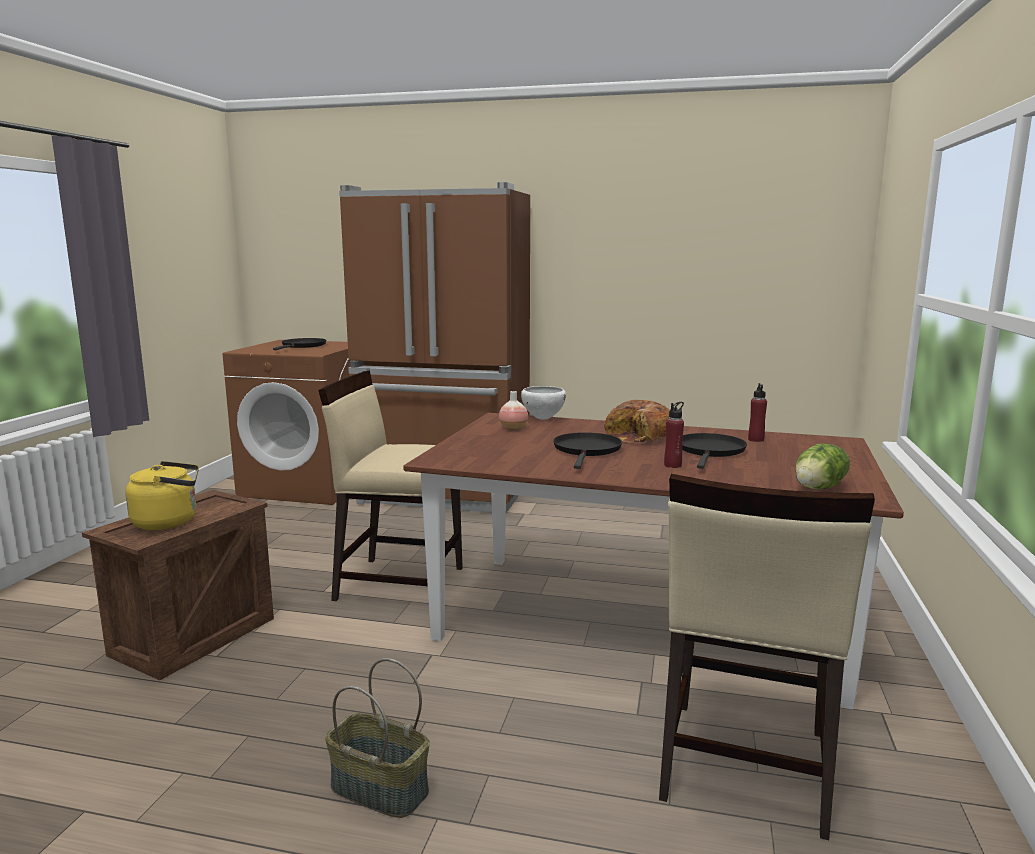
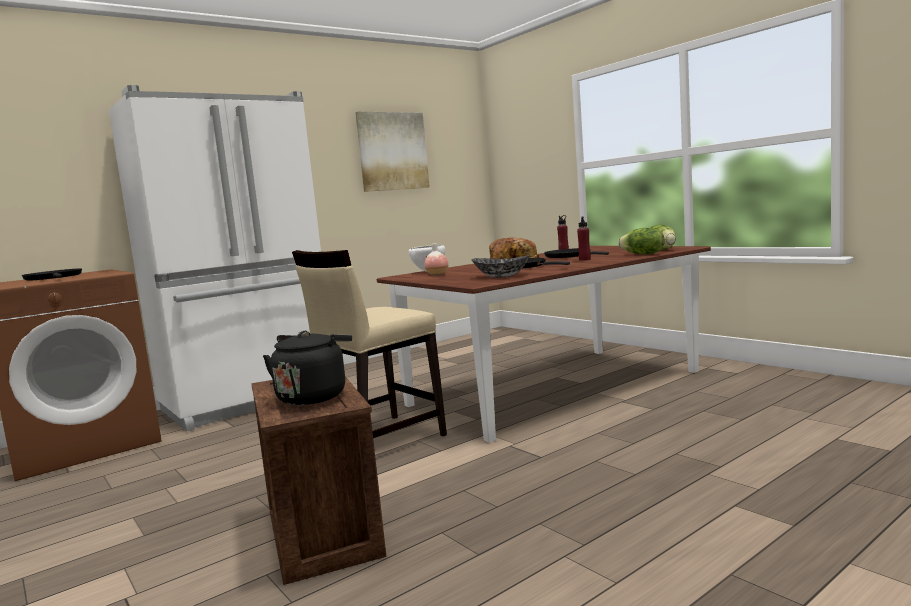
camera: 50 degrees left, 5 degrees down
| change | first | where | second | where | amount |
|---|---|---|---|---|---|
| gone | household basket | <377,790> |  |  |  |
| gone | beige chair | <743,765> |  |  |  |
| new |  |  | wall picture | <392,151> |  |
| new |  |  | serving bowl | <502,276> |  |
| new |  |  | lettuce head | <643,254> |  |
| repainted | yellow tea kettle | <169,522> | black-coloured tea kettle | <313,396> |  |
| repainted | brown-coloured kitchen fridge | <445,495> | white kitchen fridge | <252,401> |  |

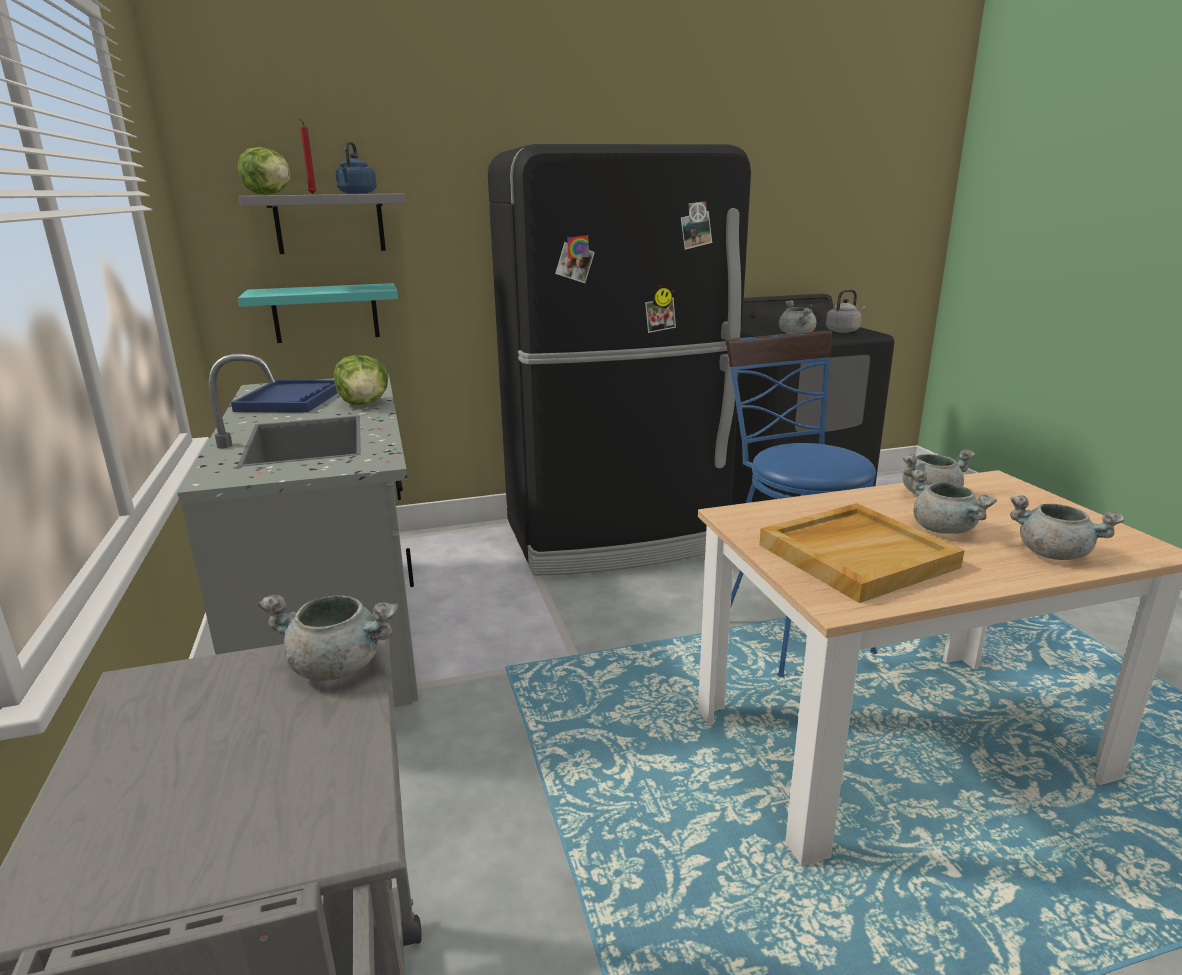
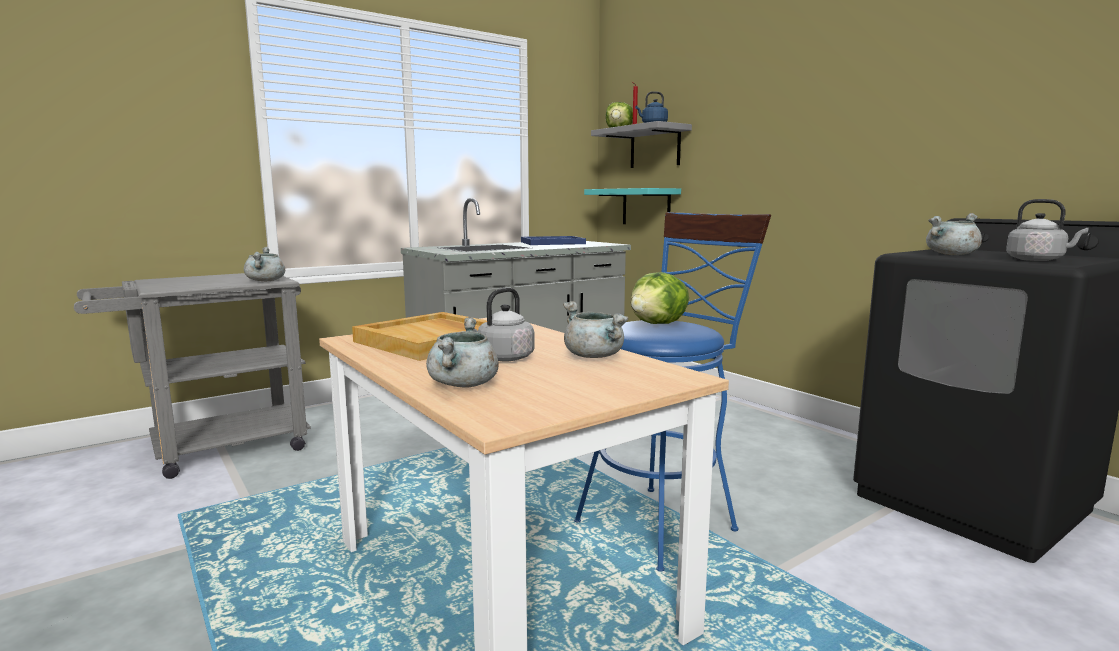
camera: 70 degrees right, 10 degrees down
| change | first | where | second | where | amount |
|---|---|---|---|---|---|
| gone | black-coloured kitchen fridge | <617,536> |  |  |  |
| shifted | lettuce head | <364,404> |  | <658,324> |  |
| swapped | gray stockpot | <945,530> | gray tea kettle | <503,358> |  |

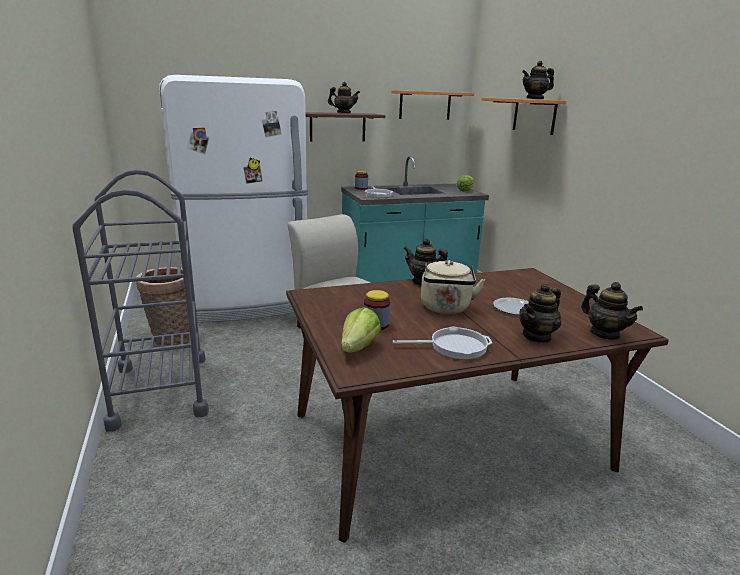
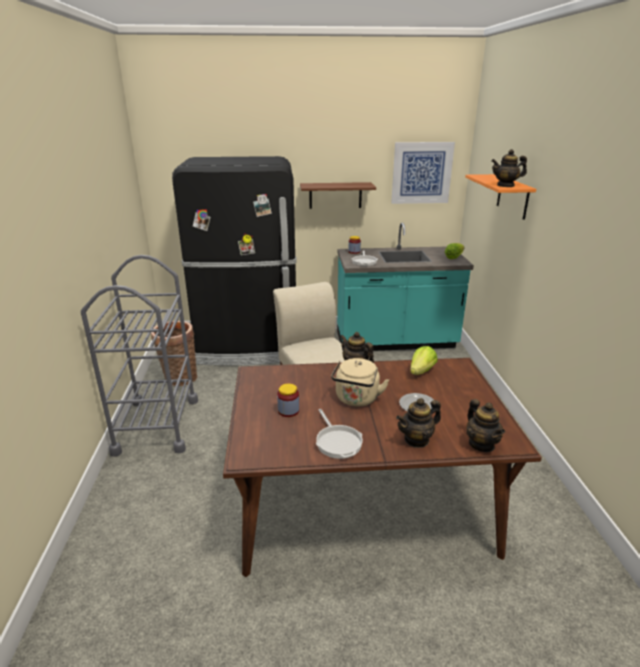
camera: 15 degrees right, 5 degrees up
| change | first | where | second | where | amount |
|---|---|---|---|---|---|
| gone | teapot | <343,113> |  |  |  |
| shifted | lettuce head | <358,347> |  | <421,371> |  |
| swapped | orange-coloured bracket shelf | <425,105> | wall picture | <421,173> |  |
| repainted | white kitchen fridge | <246,302> | black-coloured kitchen fridge | <248,348> |  |
| rotated | frying pan | <453,347> |  | <338,442> | 60 degrees clockwise |

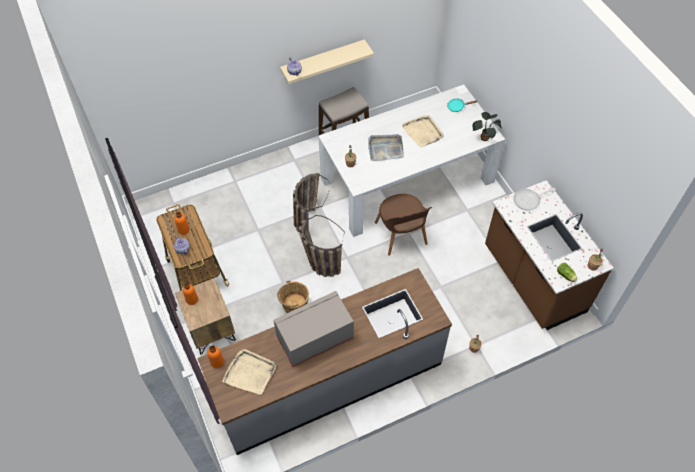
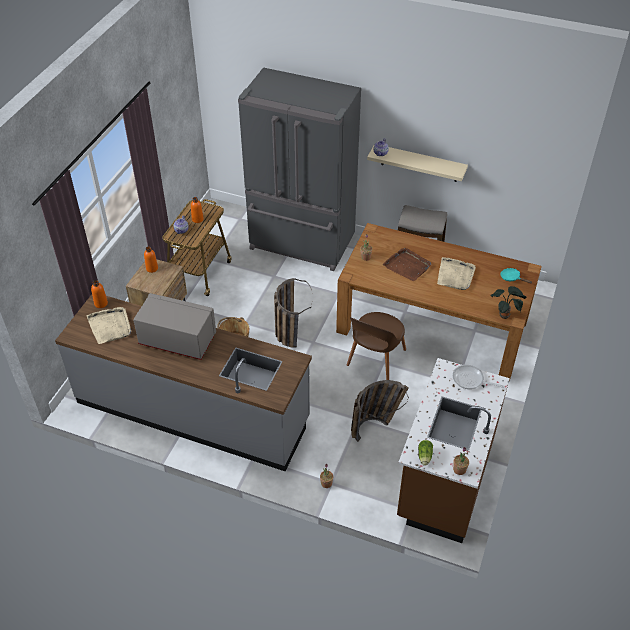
camera: 45 degrees right, 10 degrees down
| change | first | where | second | where | amount |
|---|---|---|---|---|---|
| new |  |  | gray kitchen fridge | <301,243> |  |
| shifted | household basket | <308,216> |  | <376,425> |  |
| repainted | white dining table | <407,180> | brown-coloured dining table | <432,325> |  |
| repainted | gray carrying tray | <385,148> | brown-coloured carrying tray | <407,266> |  |

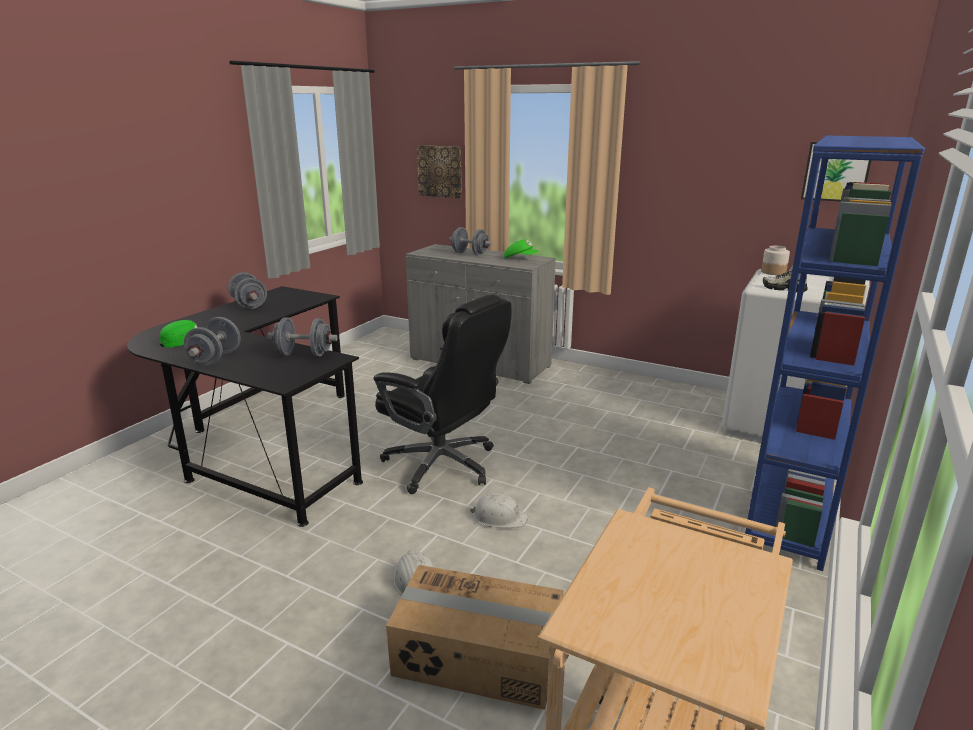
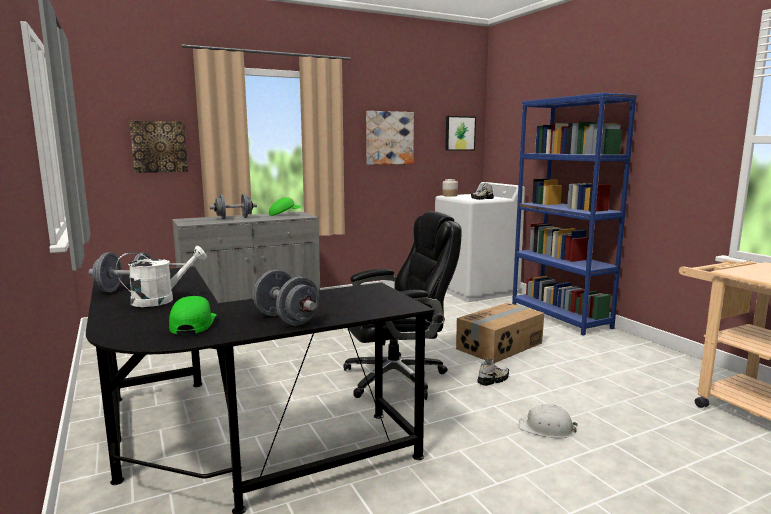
camera: 55 degrees left, 10 degrees down
| change | first | where | second | where | amount |
|---|---|---|---|---|---|
| gone | gray free weight | <304,354> |  |  |  |
| new |  |  | white sprinkling can | <161,300> |  |
| new |  |  | wall picture | <389,138> |  |
| shifted | packing box | <478,657> |  | <500,346> |  |
| swapped | white safety helmet | <499,517> | item of footwear | <493,380> |  |

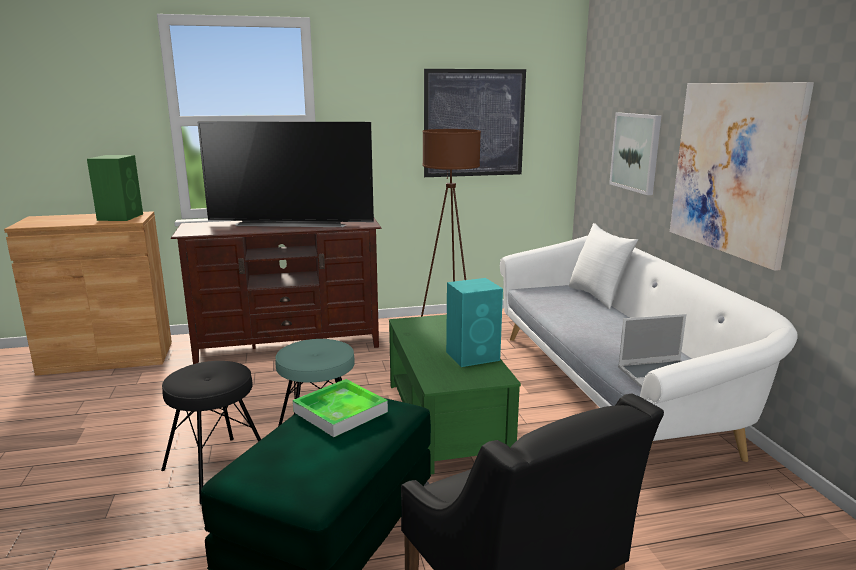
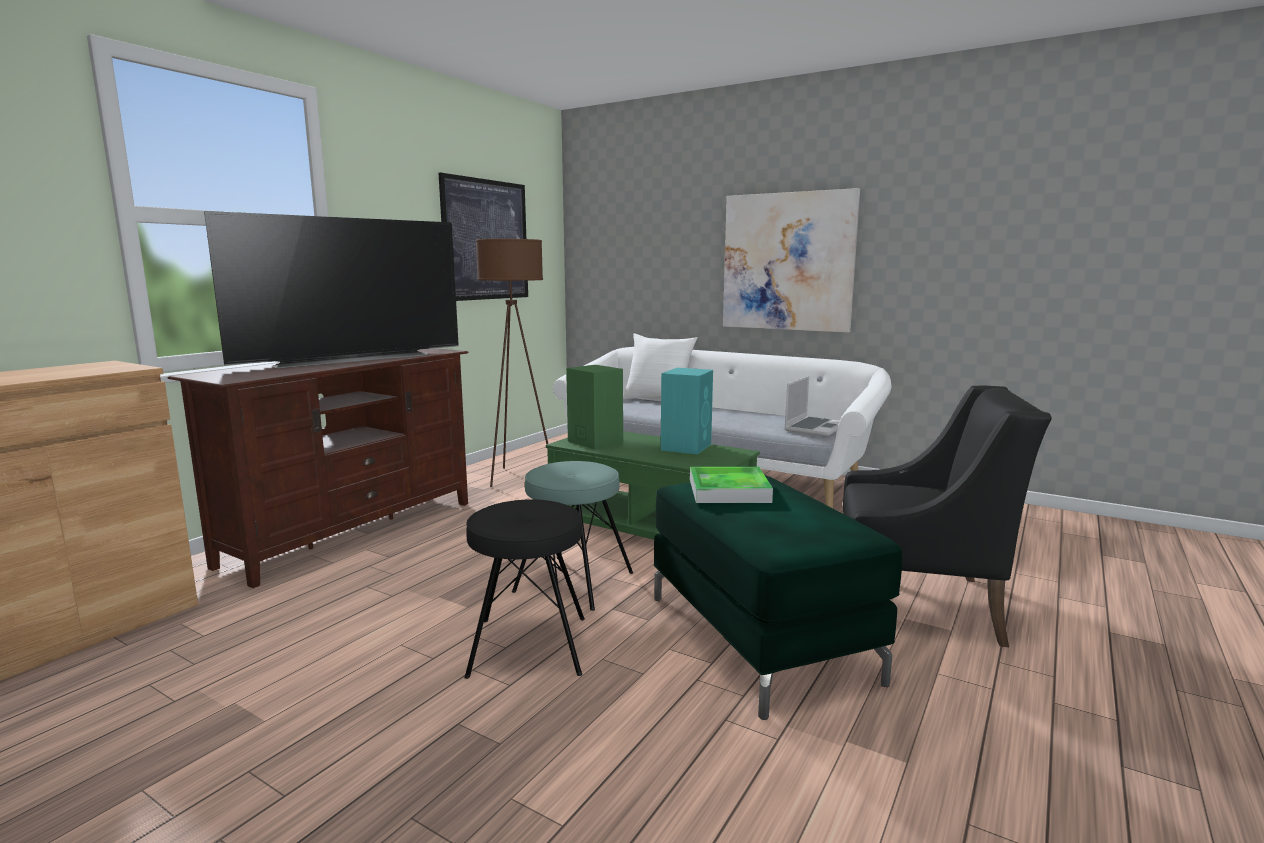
camera: 45 degrees left, 5 degrees down
| change | first | where | second | where | amount |
|---|---|---|---|---|---|
| gone | wall picture | <636,152> |  |  |  |
| shifted | green loudspeaker | <121,217> |  | <594,441> |  |

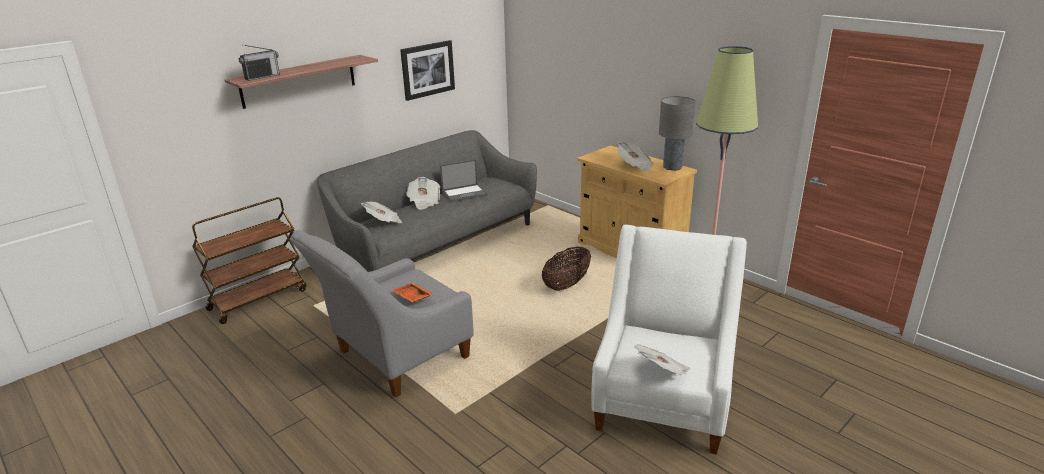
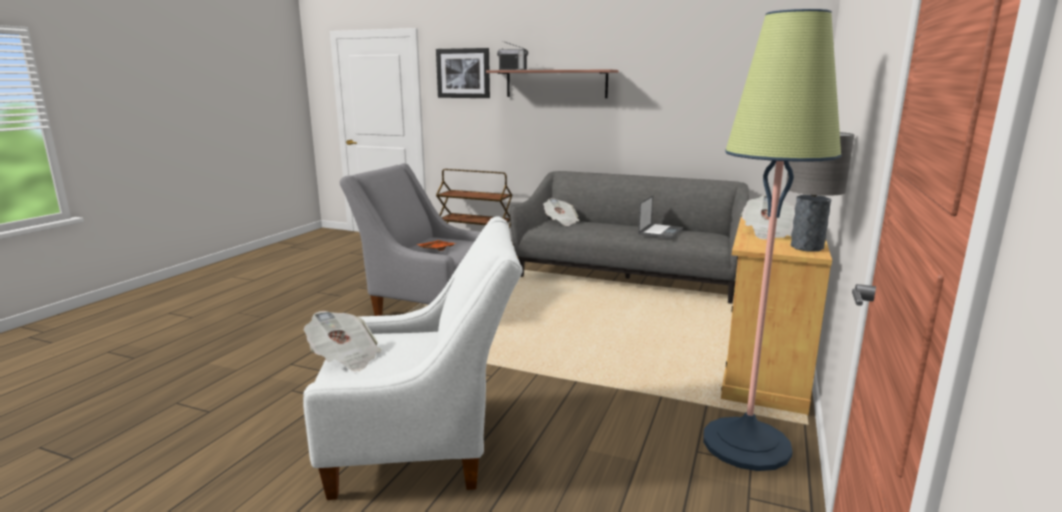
camera: 65 degrees right, 10 degrees down
| change | first | where | second | where | amount |
|---|---|---|---|---|---|
| gone | newspaper | <424,202> |  |  |  |
| gone | household basket | <566,284> |  |  |  |
| shifted | wall picture | <427,69> |  | <463,73> |  |
| rotated | portable computer | <465,193> |  | <660,231> | 105 degrees counterclockwise |

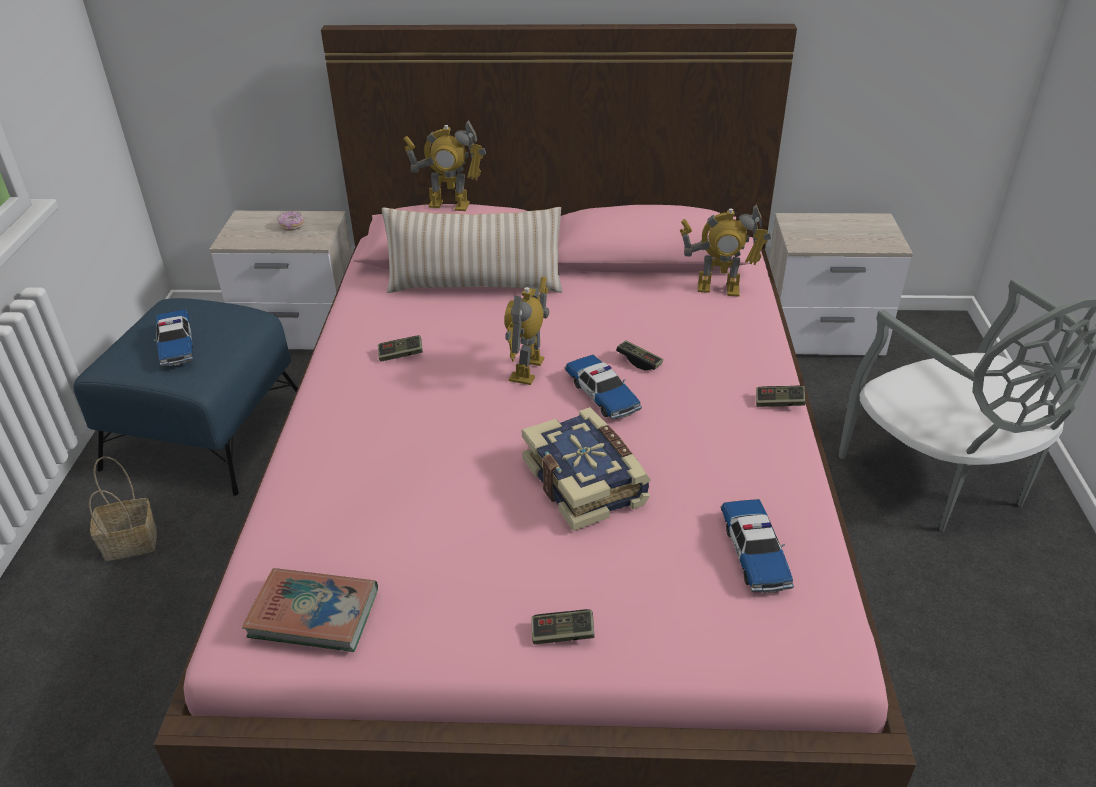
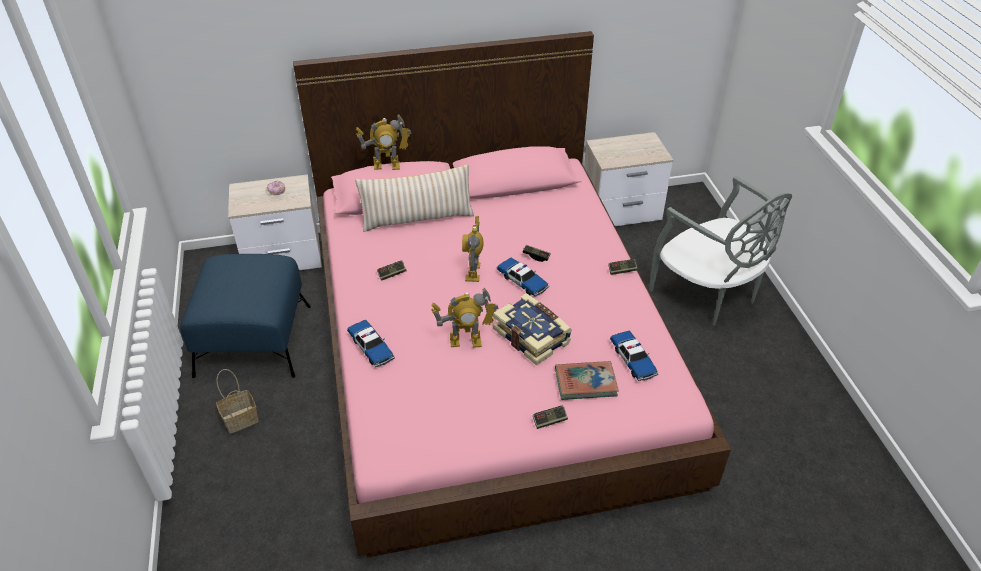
camera: 15 degrees left, 5 degrees up
| change | first | where | second | where | amount |
|---|---|---|---|---|---|
| shifted | toy car | <176,345> |  | <371,347> |  |
| shifted | bound book | <314,614> |  | <585,383> |  |
| shifted | robot figure | <718,289> |  | <465,342> |  |

